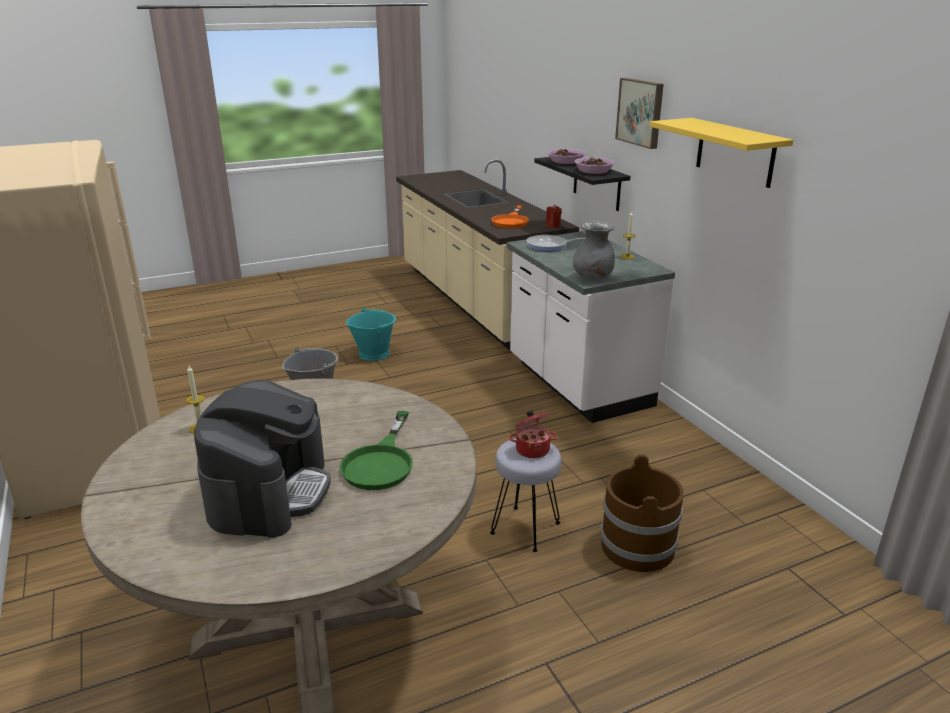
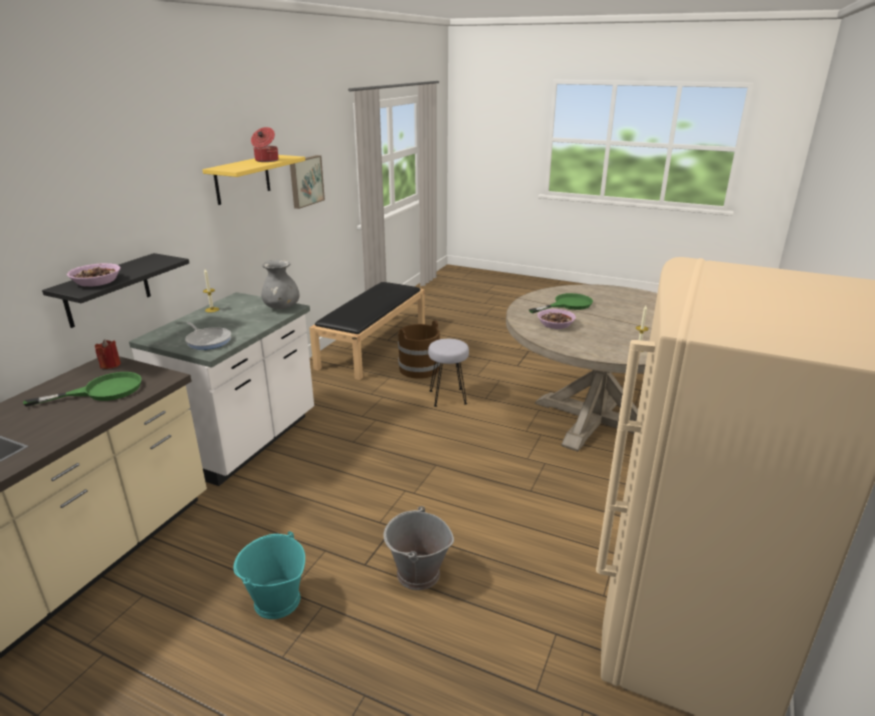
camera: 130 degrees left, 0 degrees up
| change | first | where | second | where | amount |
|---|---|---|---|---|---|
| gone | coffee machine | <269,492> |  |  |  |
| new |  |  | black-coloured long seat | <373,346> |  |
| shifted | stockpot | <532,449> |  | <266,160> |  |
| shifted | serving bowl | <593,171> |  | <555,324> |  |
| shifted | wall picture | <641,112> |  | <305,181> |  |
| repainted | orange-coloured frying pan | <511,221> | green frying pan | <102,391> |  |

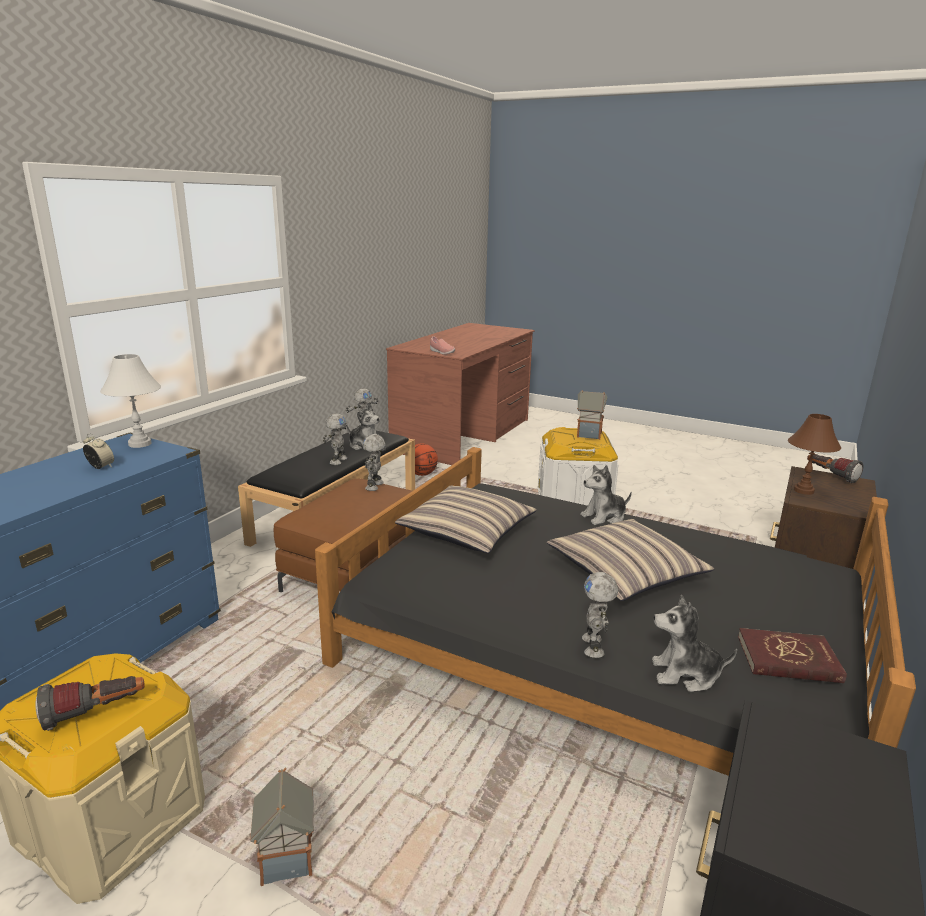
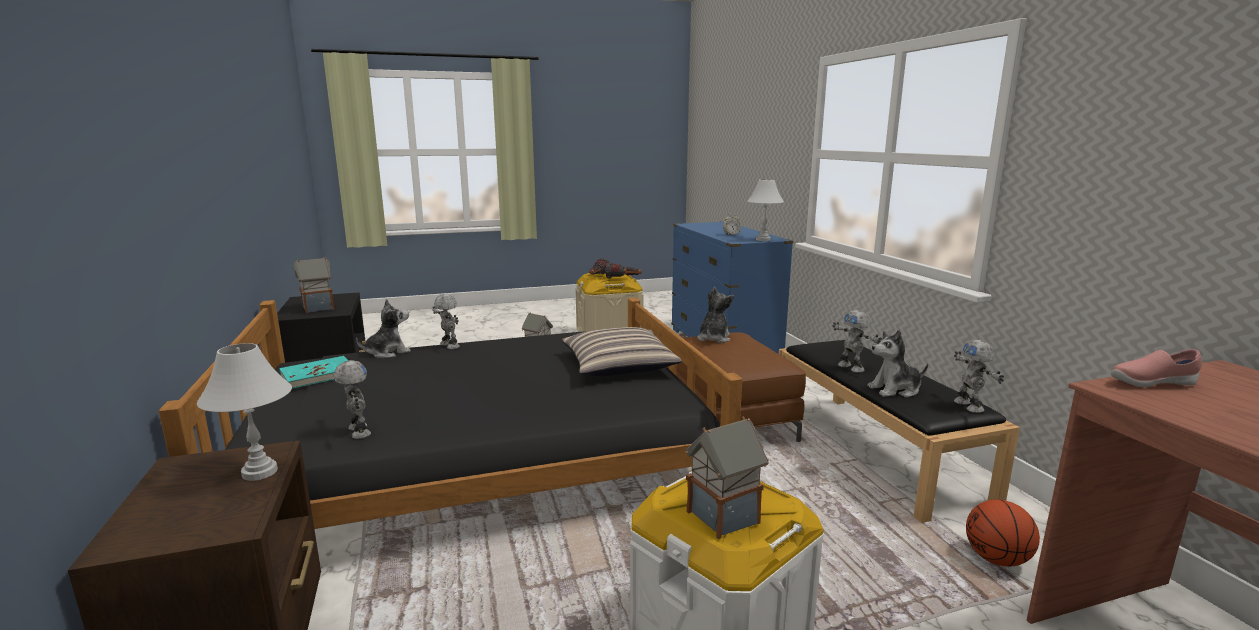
camera: 135 degrees right, 5 degrees down
| change | first | where | second | where | amount |
|---|---|---|---|---|---|
| gone | cushion | <625,572> |  |  |  |
| new |  |  | toy house | <317,308> |  |
| shifted | robot figure | <375,486> |  | <357,432> |  |
| shifted | plush toy | <604,517> |  | <713,338> |  |
| shifted | hand torch | <830,475> |  | <623,279> |  |
| repainted | red-coloured bound book | <788,659> | turquoise-coloured bound book | <318,375> |  |
| repainted | brown-coloured lamp for a table | <803,490> | white lamp for a table | <260,472> |  |

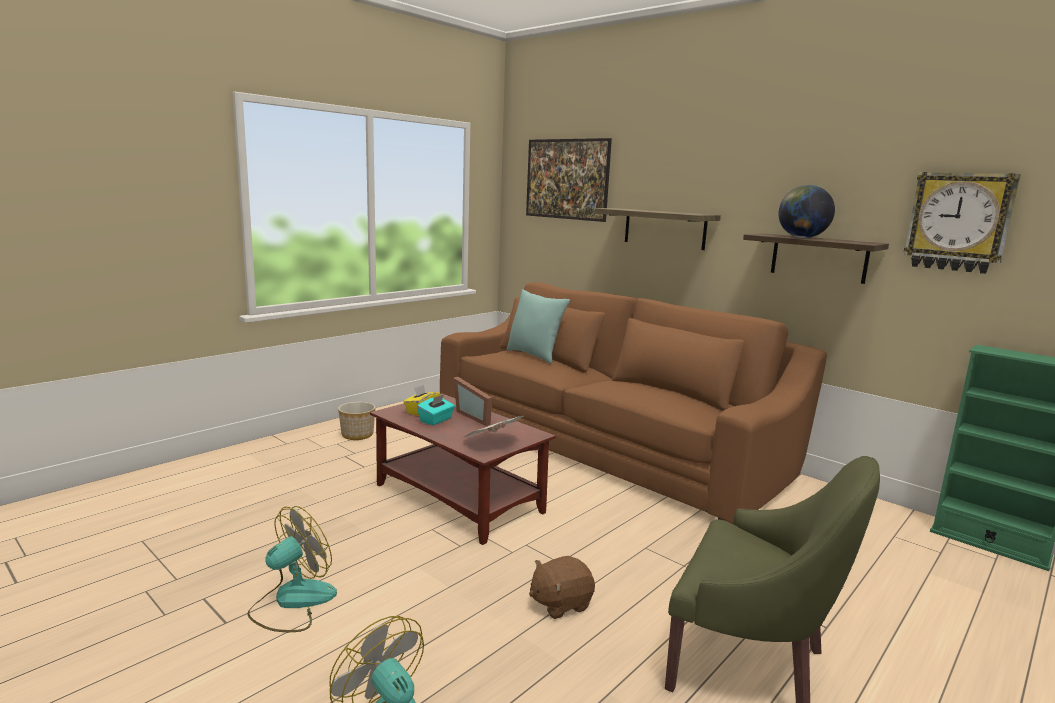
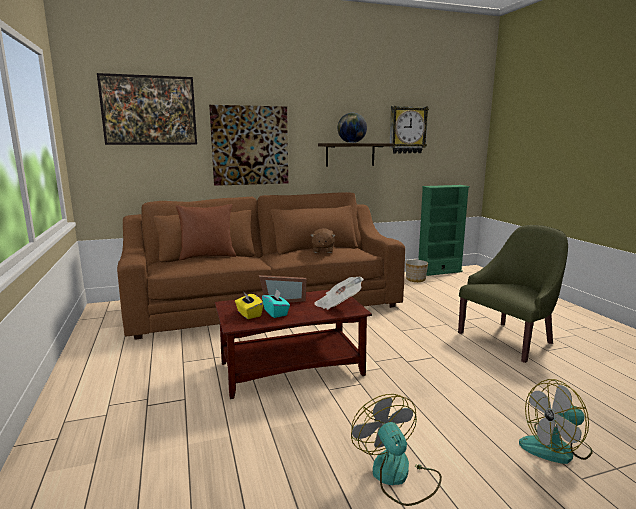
camera: 60 degrees left, 0 degrees up
| change | first | where | second | where | amount |
|---|---|---|---|---|---|
| shifted | flower pot | <357,435> |  | <415,279> |  |
| shifted | brown-coloured plush toy | <560,603> |  | <322,250> |  |
| swapped | bracket shelf | <664,228> | wall picture | <250,145> |  |
| repainted | turquoise-coloured cushion | <534,355> | brown-coloured cushion | <207,256> |  |

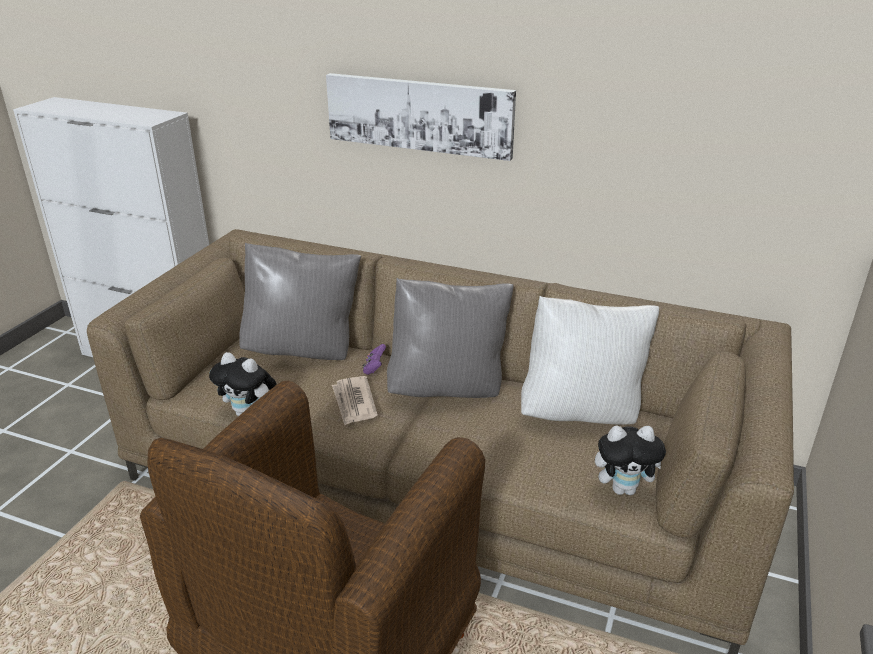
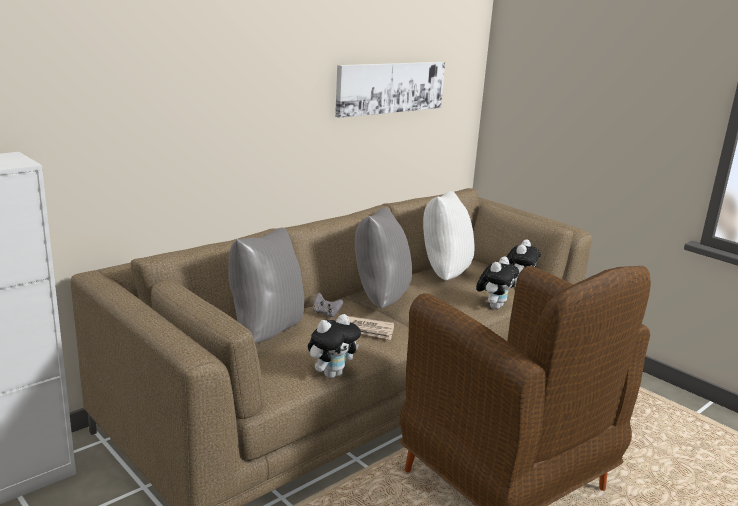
camera: 65 degrees left, 10 degrees down
| change | first | where | second | where | amount |
|---|---|---|---|---|---|
| new |  |  | plush toy | <494,306> |  |
| shifted | wall picture | <419,114> |  | <390,87> |  |
| repainted | purple game controller | <374,368> | gray game controller | <326,313> |  |

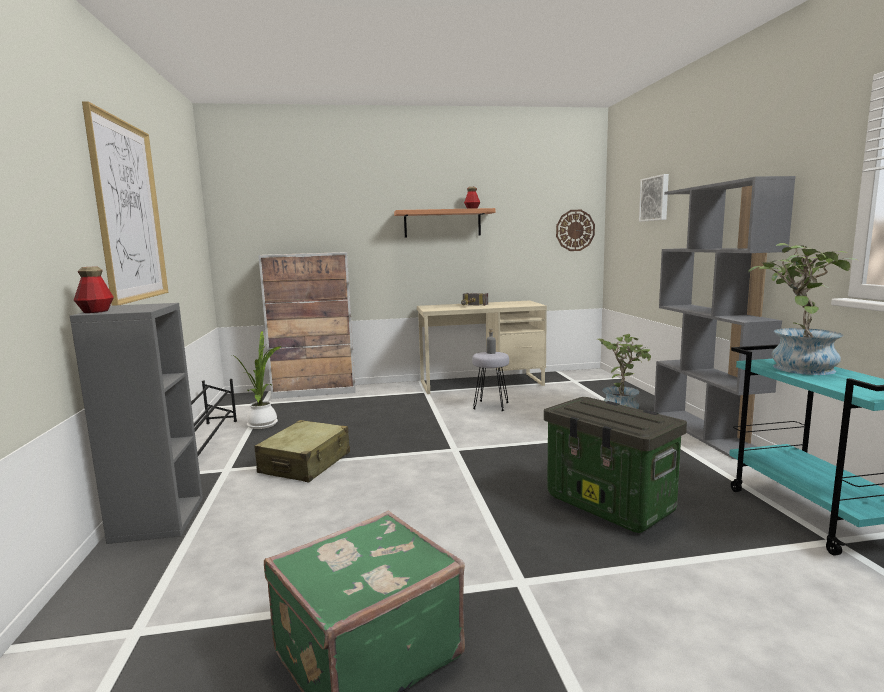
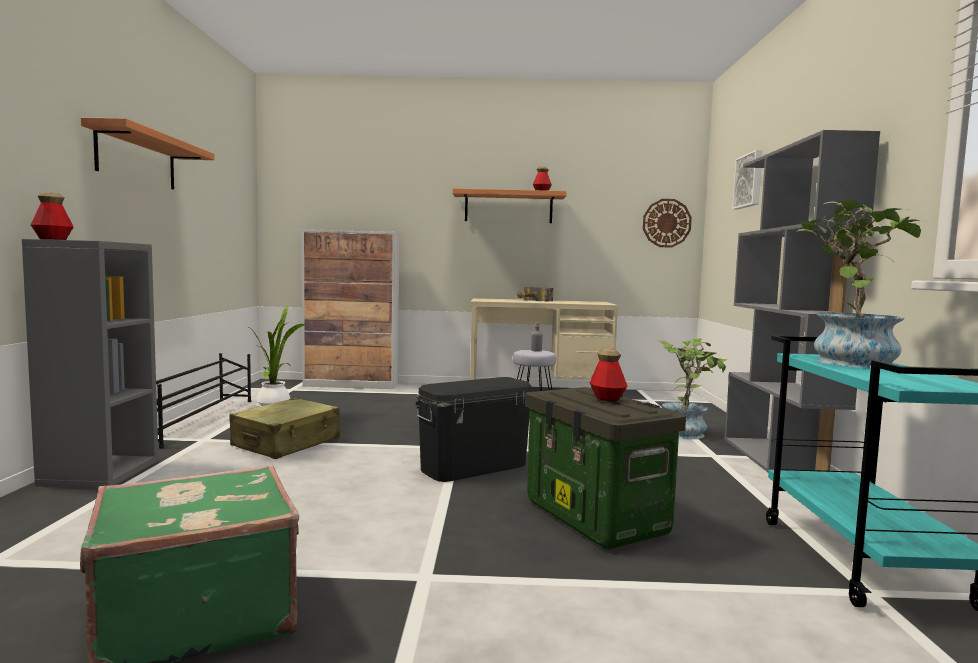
camera: 10 degrees right, 5 degrees down
| change | first | where | second | where | amount |
|---|---|---|---|---|---|
| new |  |  | black-coloured storage box | <474,467> |  |
| new |  |  | drink bottle | <607,398> |  |
| swapped | wall picture | <129,212> | bracket shelf | <137,159> |  |

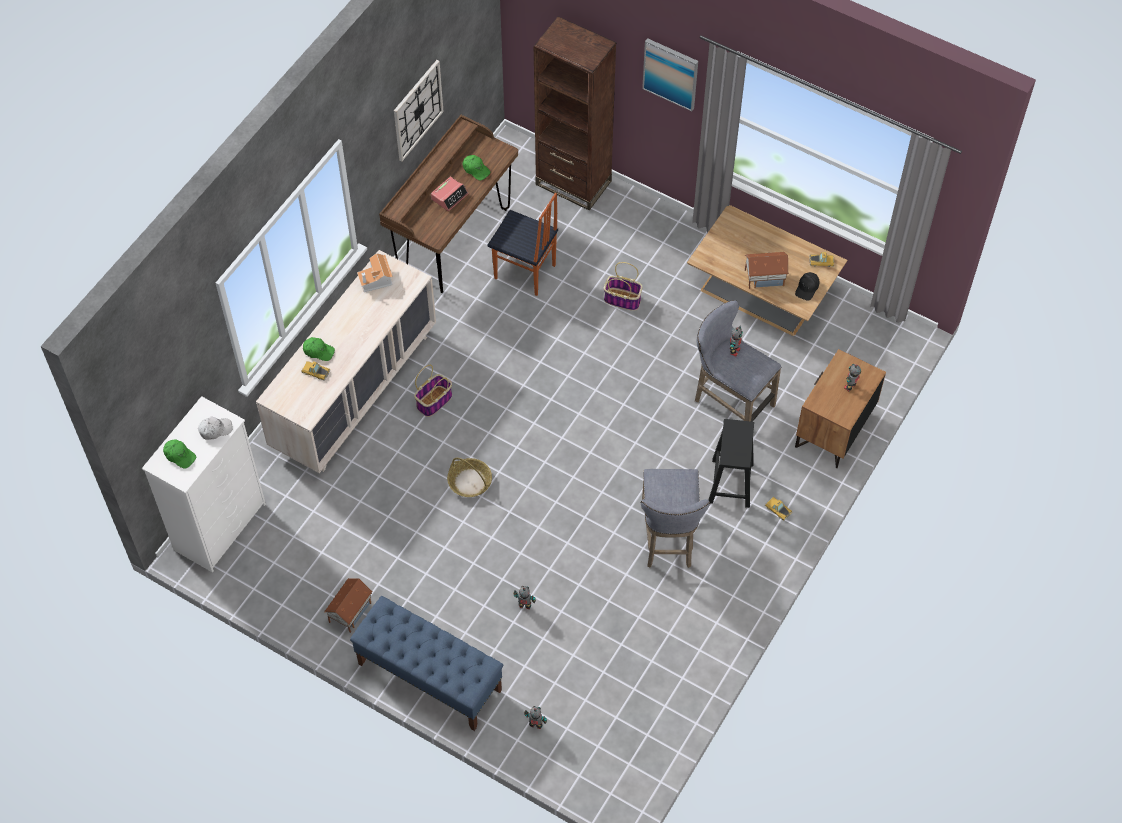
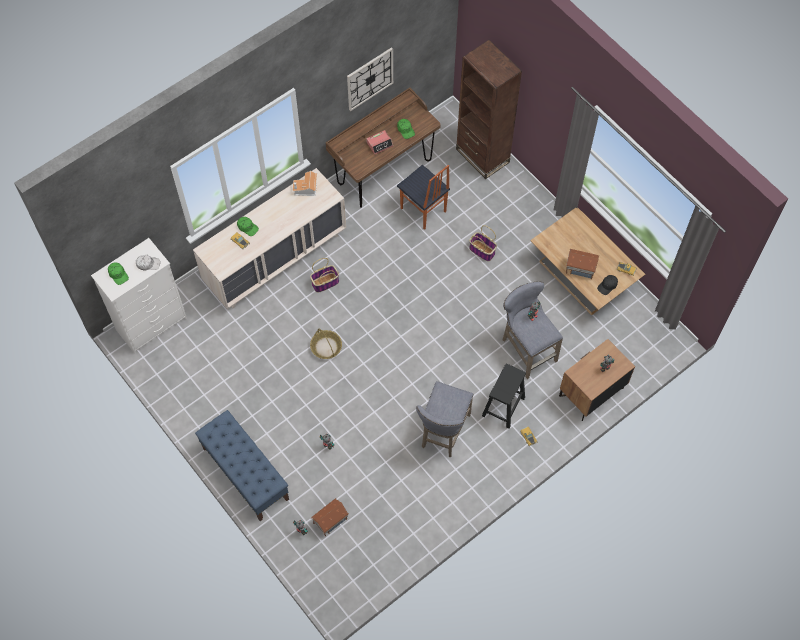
camera: 20 degrees right, 5 degrees up
| change | first | where | second | where | amount |
|---|---|---|---|---|---|
| gone | wall picture | <670,73> |  |  |  |
| shifted | toy house | <349,612> |  | <330,521> |  |

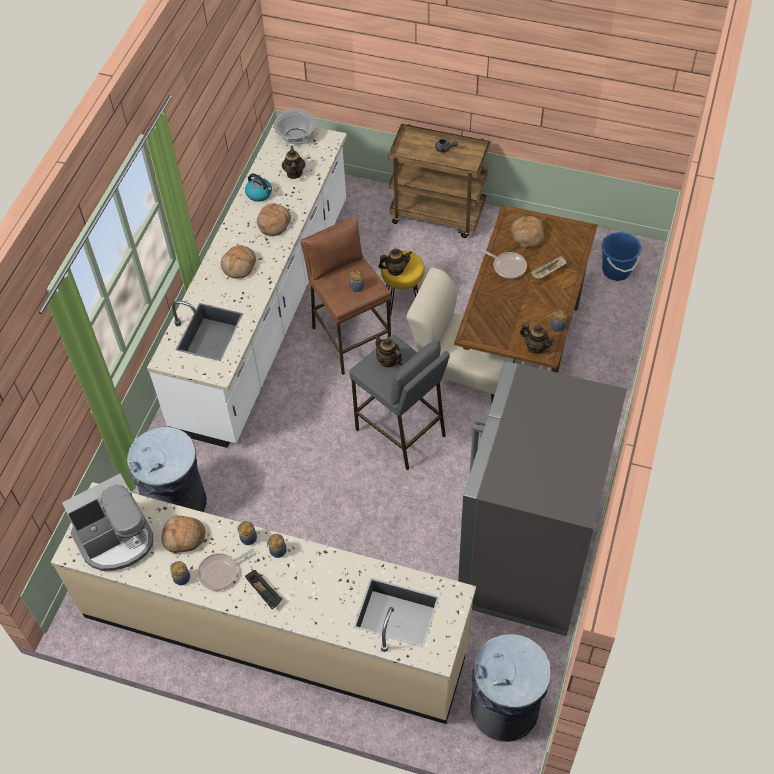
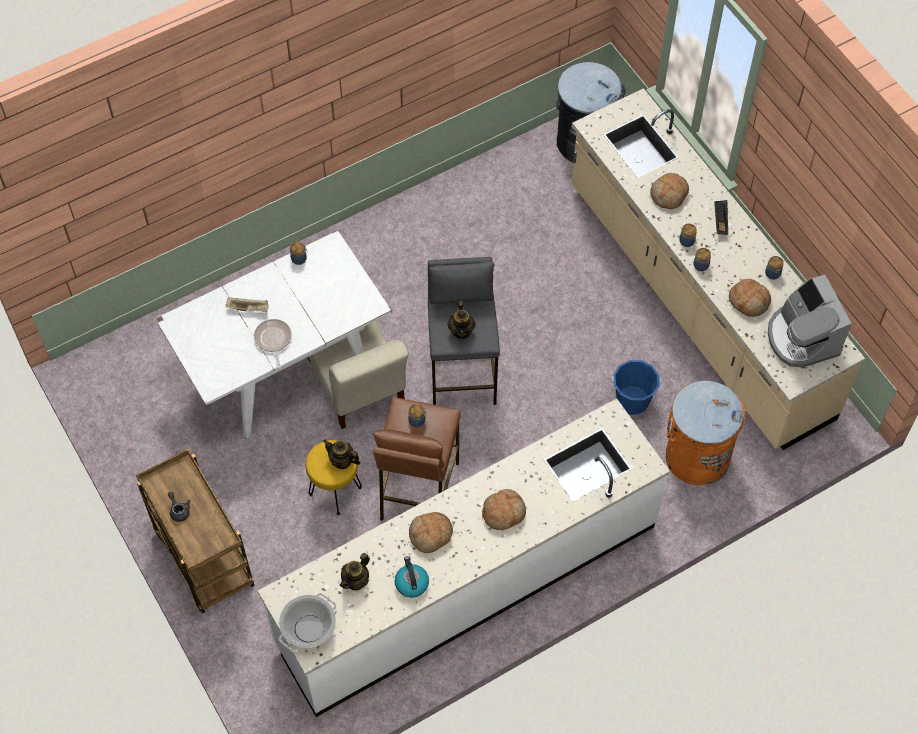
camera: 140 degrees left, 5 degrees up
| change | first | where | second | where | amount |
|---|---|---|---|---|---|
| gone | frying pan | <221,572> |  |  |  |
| gone | gray kitchen fridge | <527,557> |  |  |  |
| gone | teapot | <535,347> |  |  |  |
| shifted | bakery bread | <527,236> |  | <669,195> |  |
| shifted | bluish pail | <616,270> |  | <632,400> |  |
| repainted | gray trash can | <177,504> | orange-coloured trash can | <696,456> |  |
| repainted | brown-coloured dining table | <521,342> | white dining table | <283,370> |  |
| rotated | coffee machine | <116,539> |  | <802,338> | 120 degrees counterclockwise |

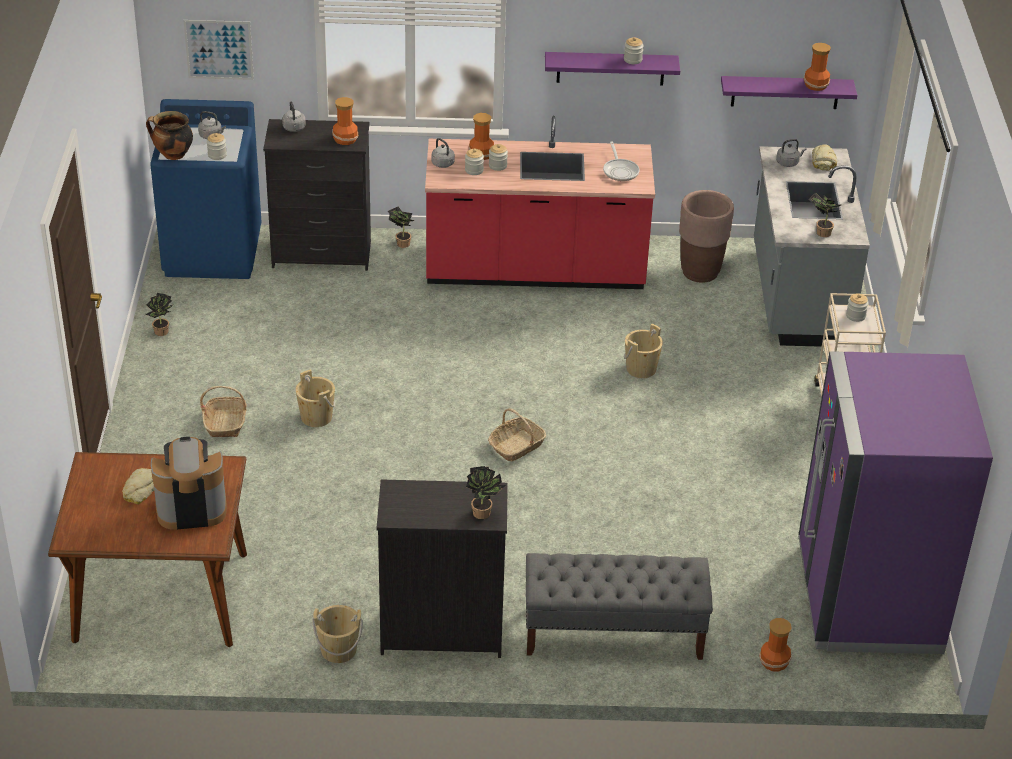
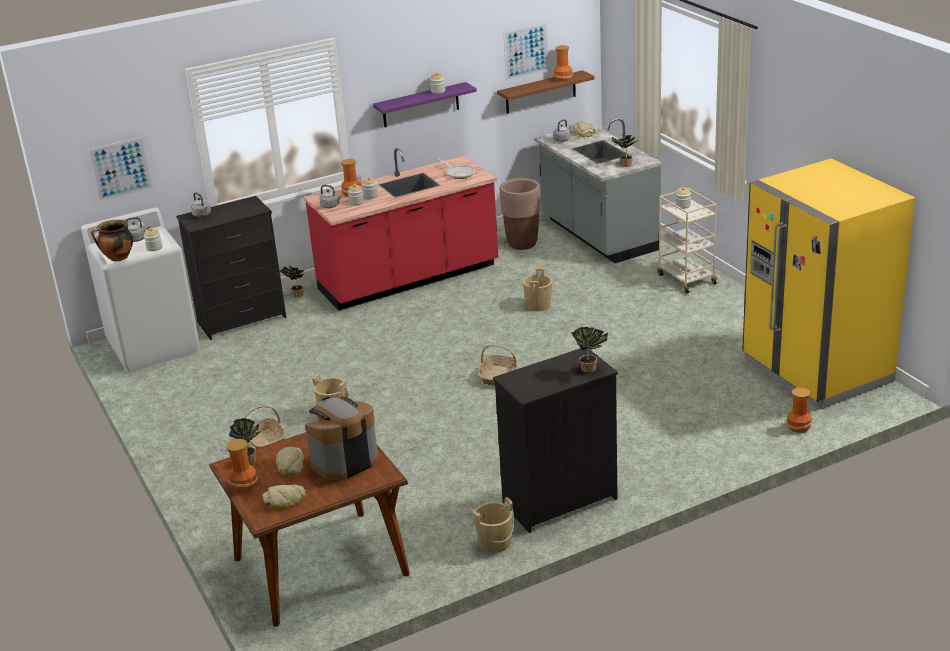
camera: 25 degrees left, 10 degrees down
| change | first | where | second | where | amount |
|---|---|---|---|---|---|
| gone | gray long seat | <613,633> |  |  |  |
| new |  |  | bakery bread | <285,500> |  |
| new |  |  | wall picture | <526,51> |  |
| shifted | potted plant | <162,332> |  | <250,461> |  |
| shifted | flower vase | <344,139> |  | <243,485> |  |
| repainted | bluish washing machine | <213,252> | white washing machine | <154,346> |  |
| repainted | purple bracket shelf | <785,92> | brown-coloured bracket shelf | <540,92> |  |
| repainted | purple kitchen fridge | <867,598> | yellow kitchen fridge | <816,371> |  |

